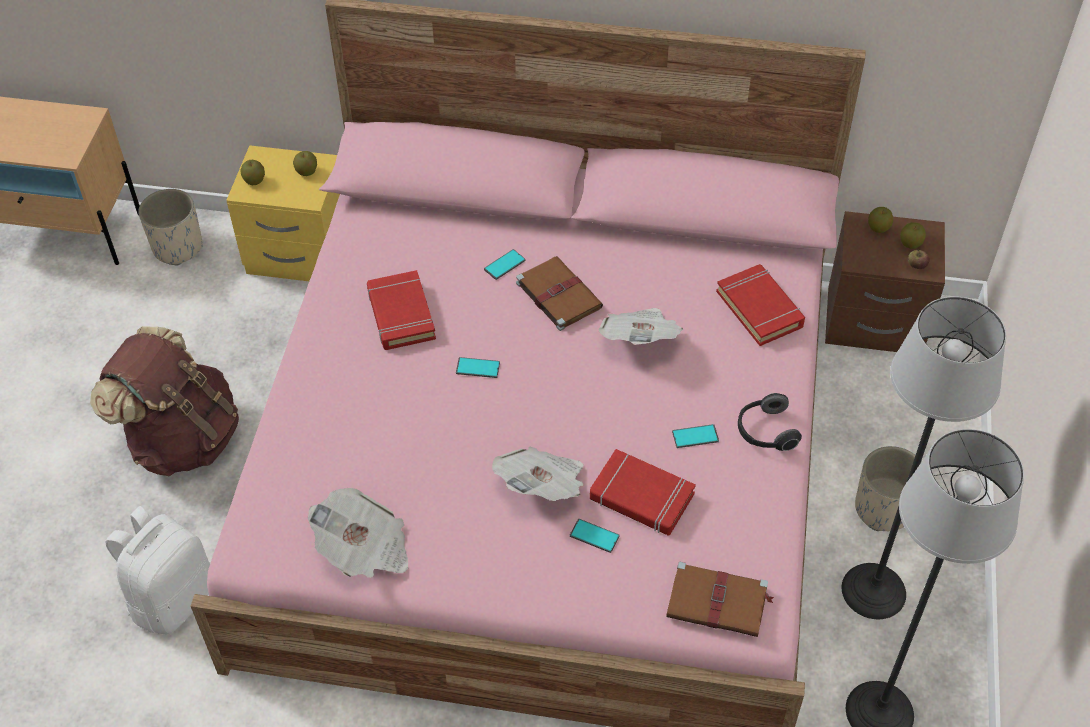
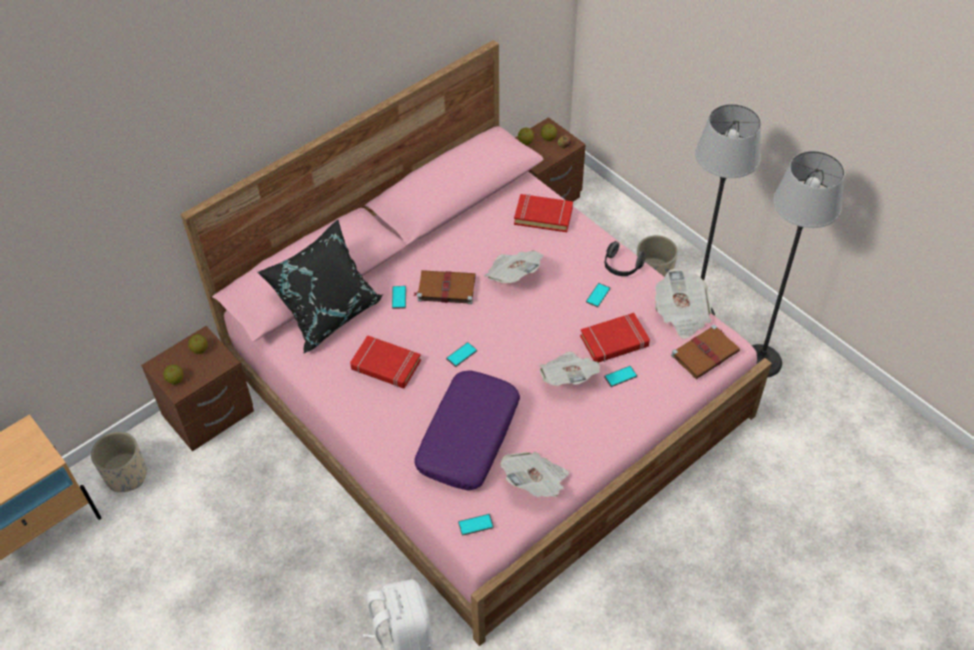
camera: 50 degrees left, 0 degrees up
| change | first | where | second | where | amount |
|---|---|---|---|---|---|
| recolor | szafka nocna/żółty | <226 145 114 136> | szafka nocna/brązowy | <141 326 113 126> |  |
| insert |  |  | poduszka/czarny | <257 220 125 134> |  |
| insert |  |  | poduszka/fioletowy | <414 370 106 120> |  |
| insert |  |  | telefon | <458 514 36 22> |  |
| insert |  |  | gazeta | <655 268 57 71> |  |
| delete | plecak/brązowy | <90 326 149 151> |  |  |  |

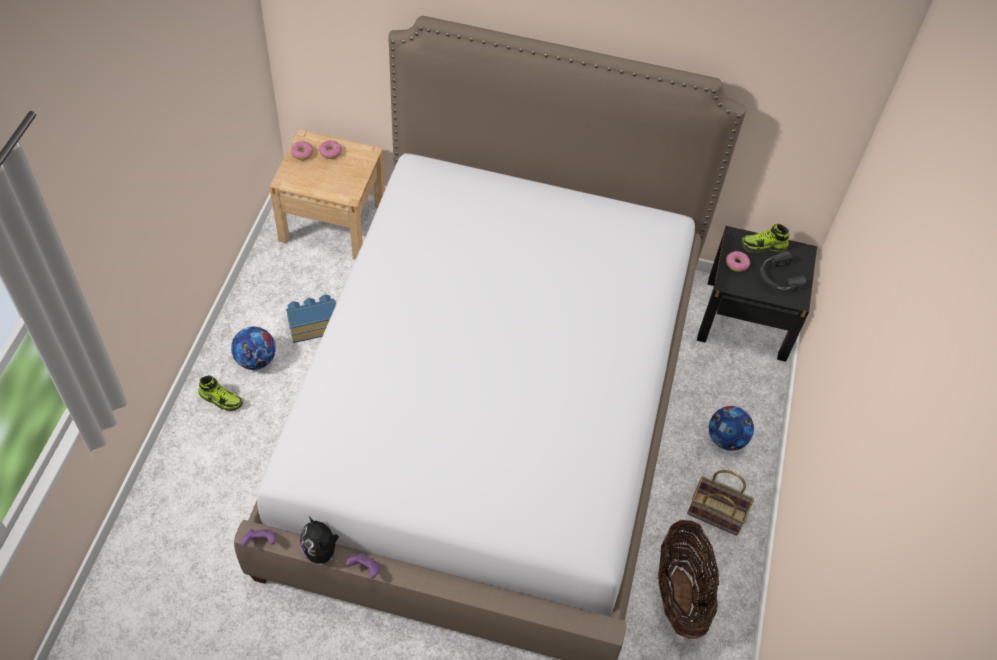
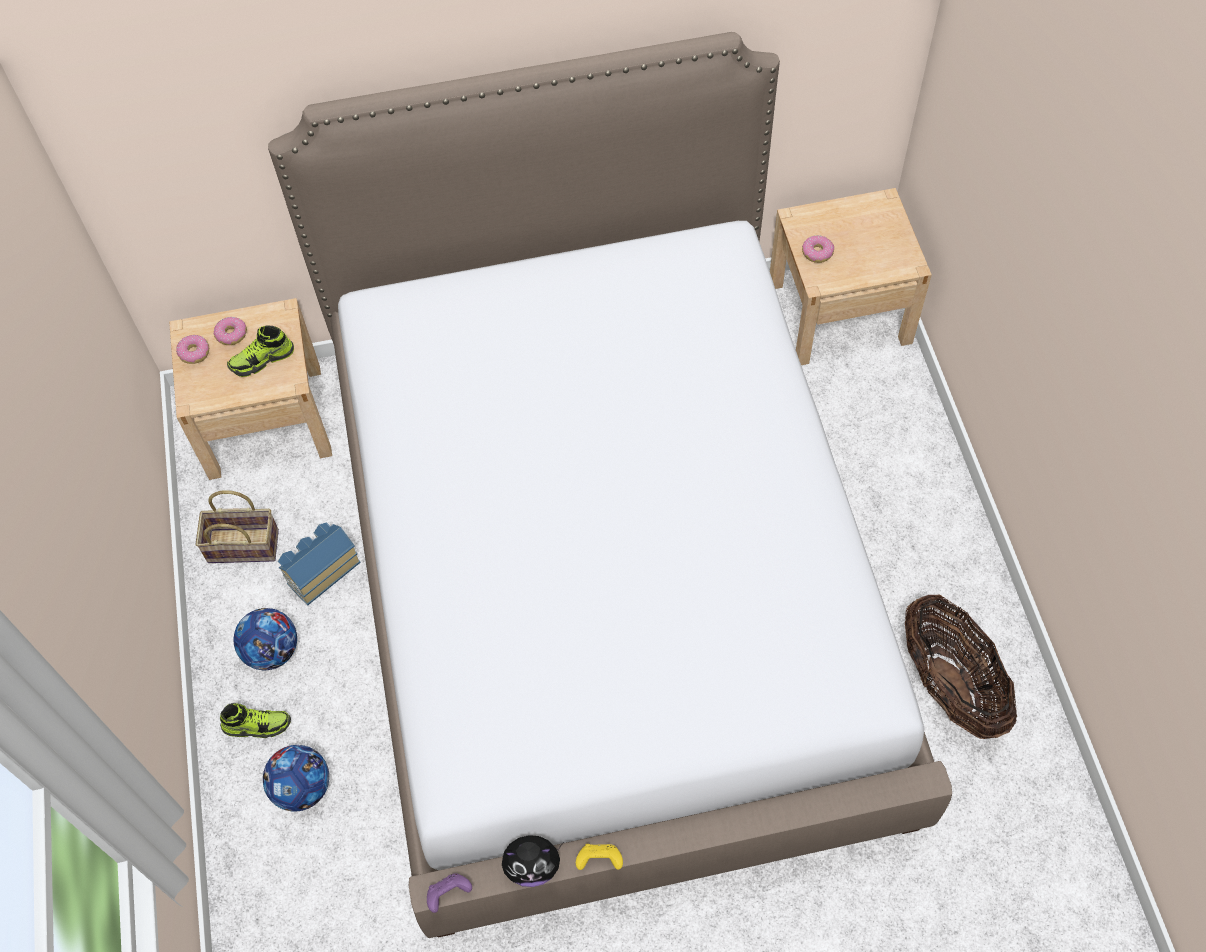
camera: 20 degrees left, 5 degrees up
| change | first | where | second | where | amount |
|---|---|---|---|---|---|
| move | koszyk | <687 470 67 66> |  | <196 490 83 73> |  |
| move | but | <741 224 48 29> |  | <227 325 67 52> |  |
| move | piłka futbolowa | <709 406 45 45> |  | <263 745 66 67> |  |
| rotate | pluszak | <300 517 39 47> |  | <502 835 61 52> | 45 degrees counterclockwise |
| recolor | pad do gier/fioletowy | <346 553 34 25> | pad do gier/żółty | <576 844 47 26> |  |
| recolor | szafka nocna/czarny | <697 226 120 136> | szafka nocna/beżowy | <770 188 162 177> |  |
| delete | słuchawki/czarny | <760 251 46 39> |  |  |  |

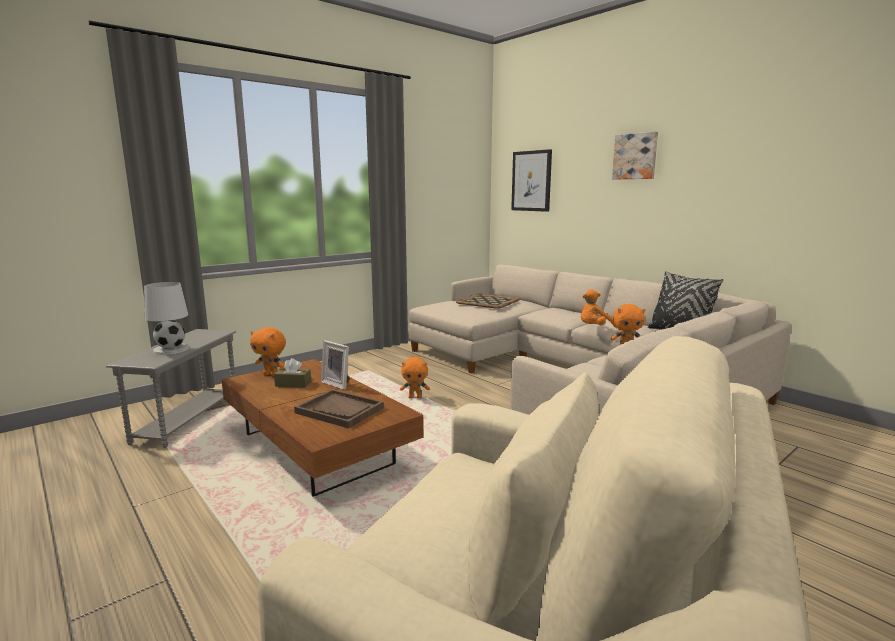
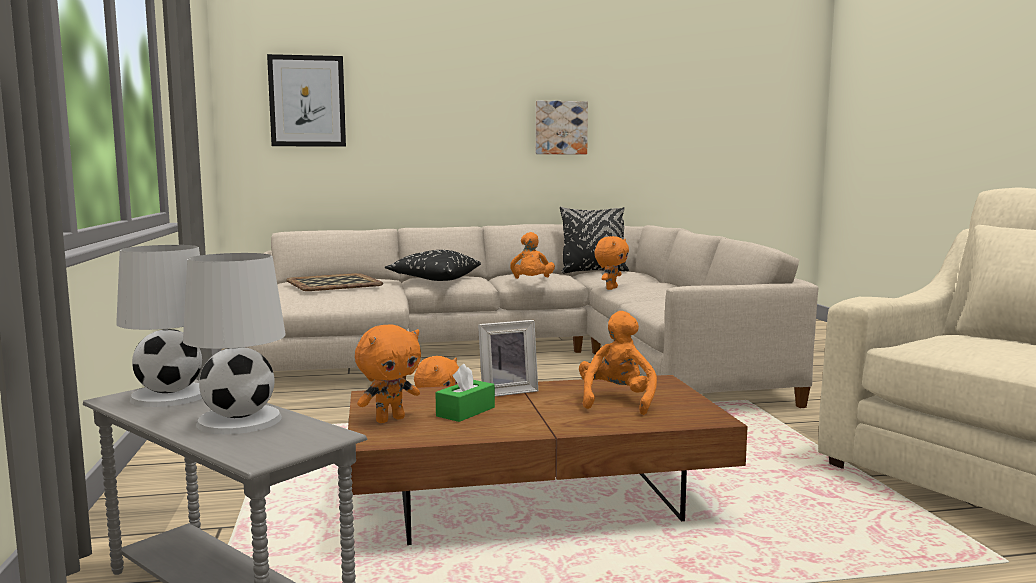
camera: 60 degrees left, 5 degrees down
| change | first | where | second | where | amount |
|---|---|---|---|---|---|
| insert |  |  | lampa stołowa/biały | <116 245 86 162> |  |
| insert |  |  | poduszka/czarny | <385 250 96 31> |  |
| recolor | pudełko chusteczek/brązowy | <274 358 37 30> | pudełko chusteczek/zielony | <436 364 59 58> |  |
| move | obraz | <612 132 46 47> |  | <536 101 52 53> |  |
| replace | taca/brązowy | <294 389 90 40> | pluszak/pomarańczowy | <579 311 78 104> |  |

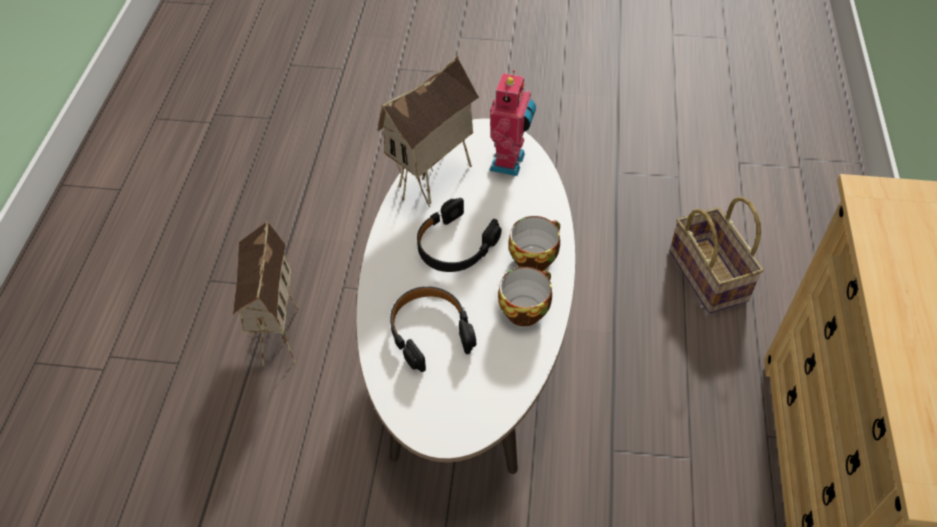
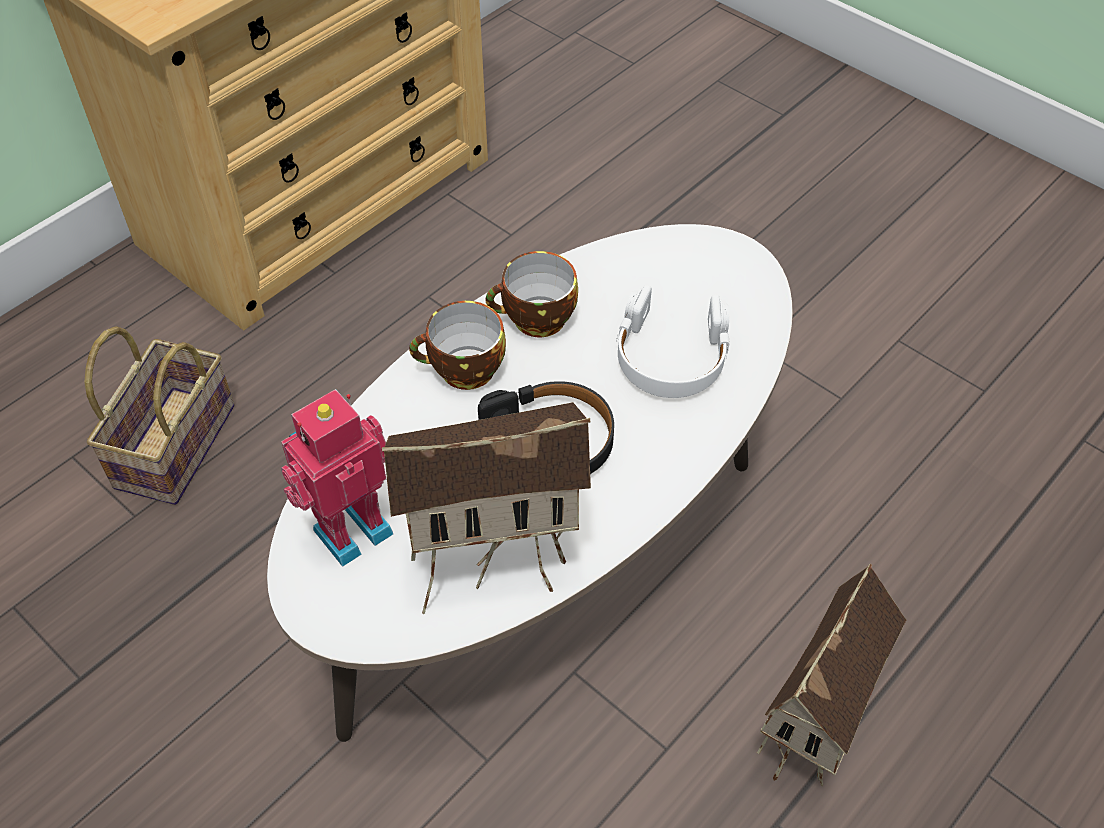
camera: 145 degrees left, 0 degrees up
| change | first | where | second | where | amount |
|---|---|---|---|---|---|
| recolor | słuchawki/czarny | <390 286 86 86> | słuchawki/biały | <617 285 113 113> |  |

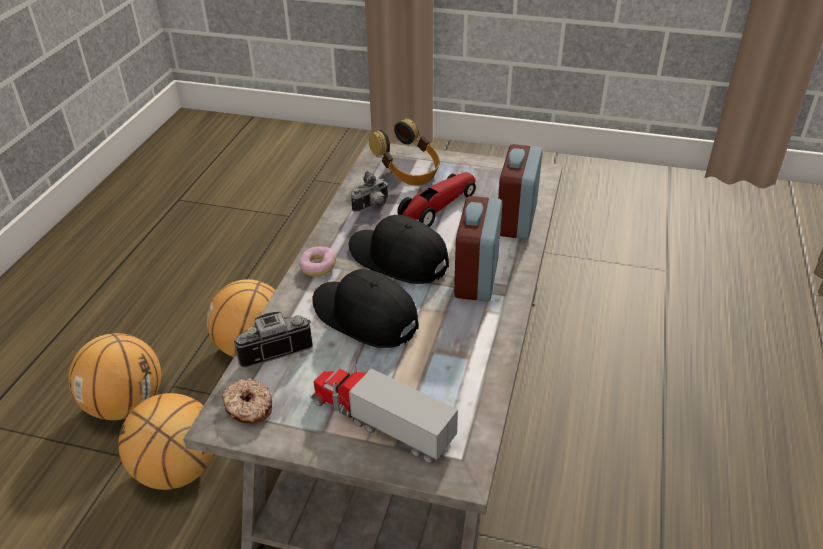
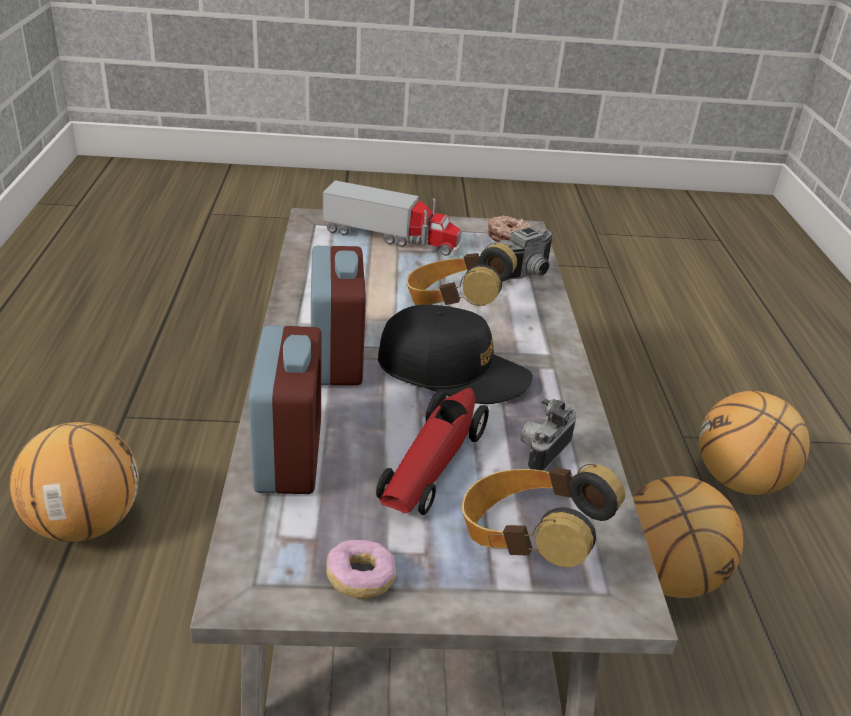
camera: 160 degrees right, 5 degrees down
| change | first | where | second | where | amount |
|---|---|---|---|---|---|
| move | piłka do koszykówki | <118 393 96 97> |  | <10 422 129 120> |  |
| move | donut | <299 246 37 31> |  | <326 540 70 59> |  |
| replace | czapka z daszkiem/czarny | <312 269 107 79> | słuchawki | <407 243 110 63> |  |

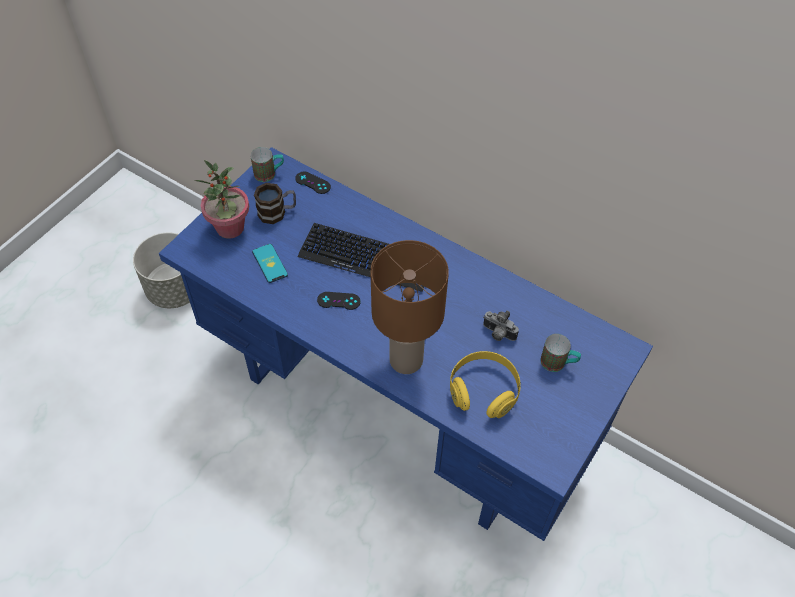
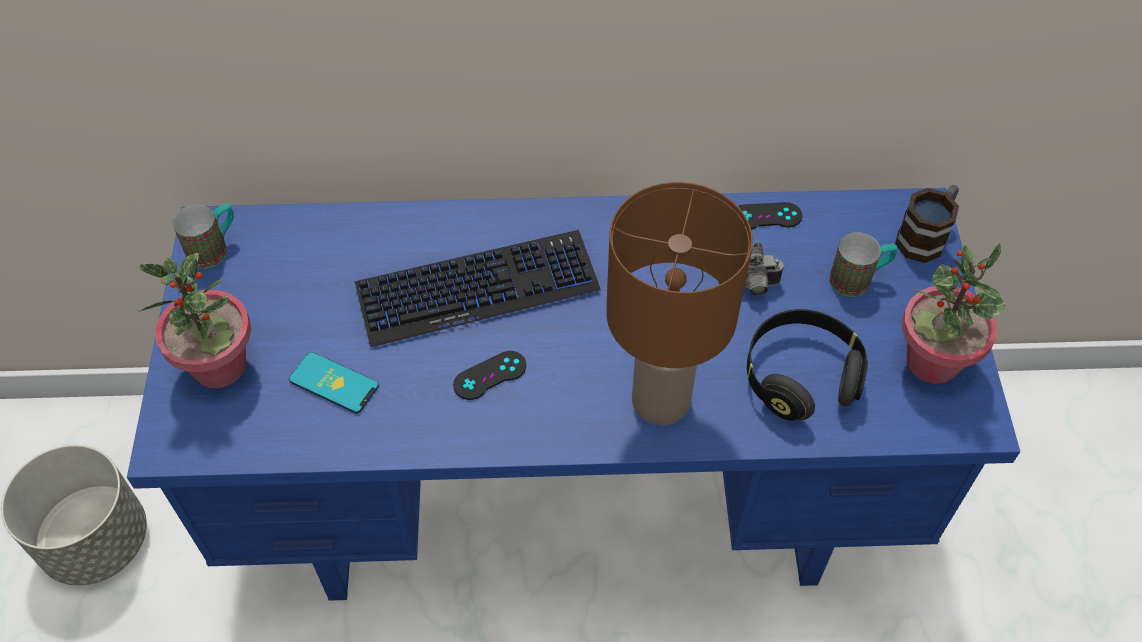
camera: 35 degrees left, 0 degrees up
| change | first | where | second | where | amount |
|---|---|---|---|---|---|
| move | pad do gier/czarny | <295 171 36 23> |  | <738 202 64 27> |  |
| recolor | słuchawki/żółty | <450 351 71 67> | słuchawki/czarny | <747 309 121 112> |  |
| move | kubek | <254 183 42 41> |  | <895 185 64 78> |  |
| insert |  |  | roślina doniczkowa | <902 243 104 141> |  |

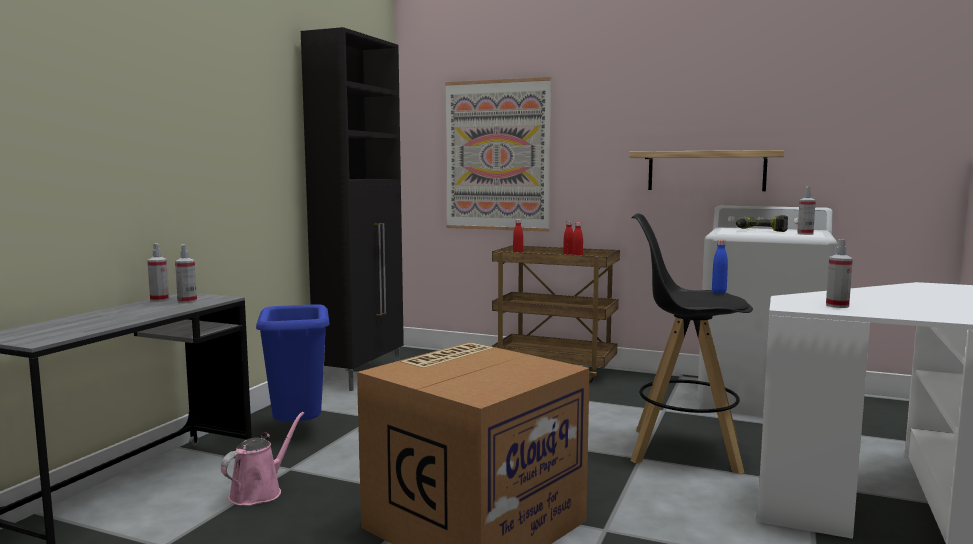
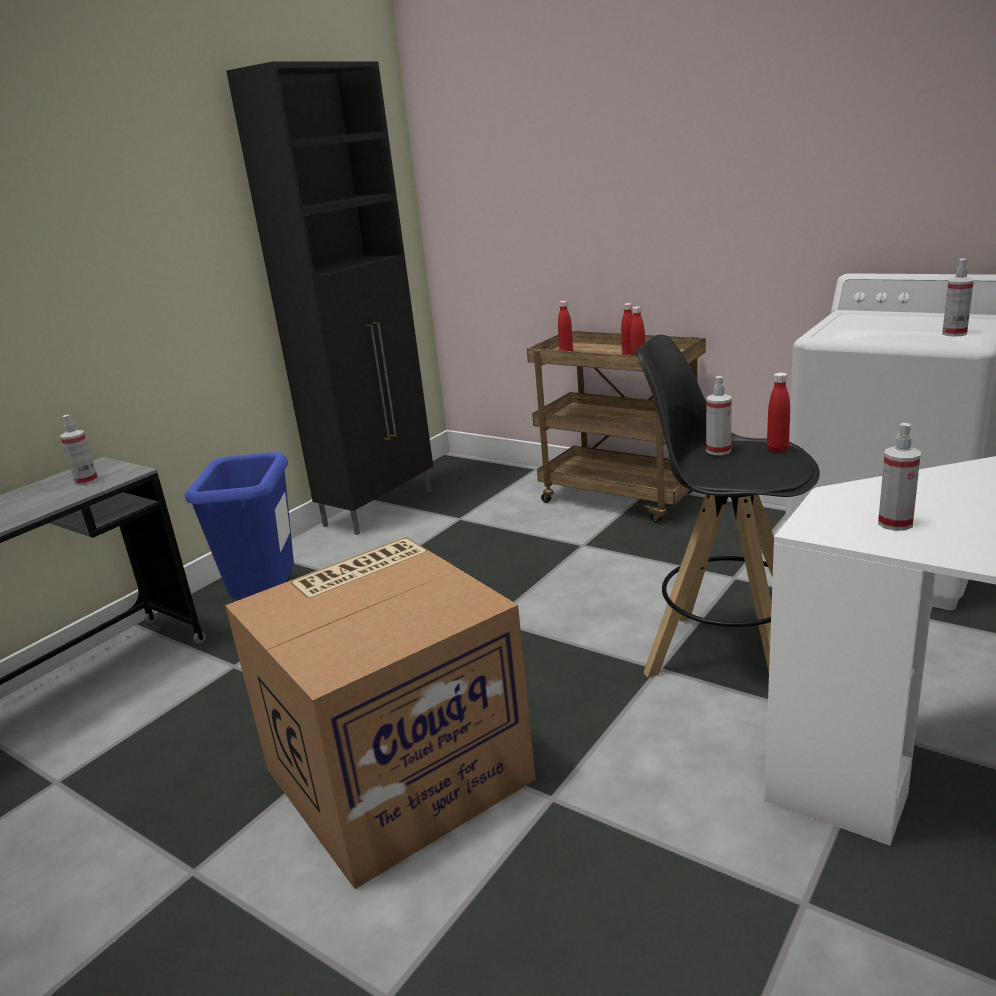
camera: 15 degrees right, 15 degrees up
| change | first | where | second | where | amount |
|---|---|---|---|---|---|
| move | spryskiwacz | <147 244 22 58> |  | <706 376 26 79> |  |
| recolor | butelka/niebieski | <712 240 16 54> | butelka/czerwony | <767 373 23 80> |  |
| delete | konewka/różowy | <221 412 83 94> |  |  |  |
| delete | obraz | <445 77 106 155> |  |  |  |
| delete | półka | <629 150 155 41> |  |  |  |
| delete | wiertarka | <736 215 52 17> |  |  |  |

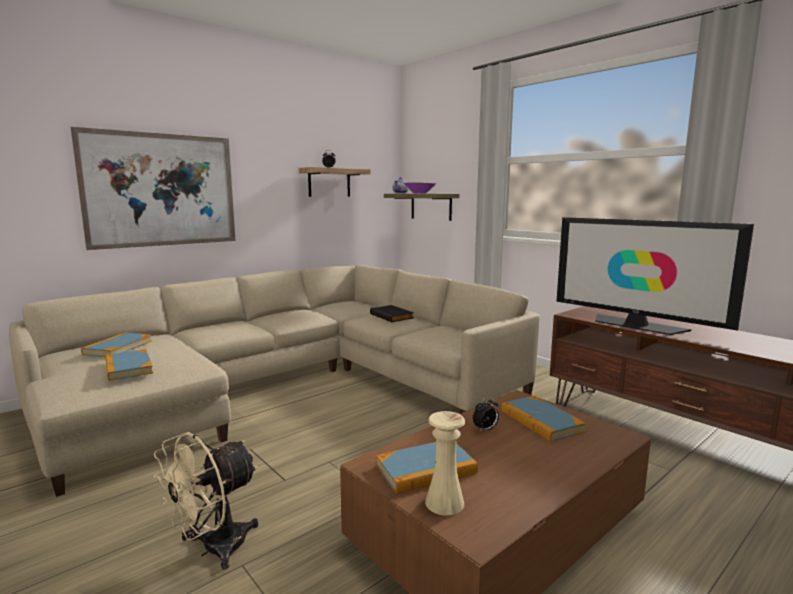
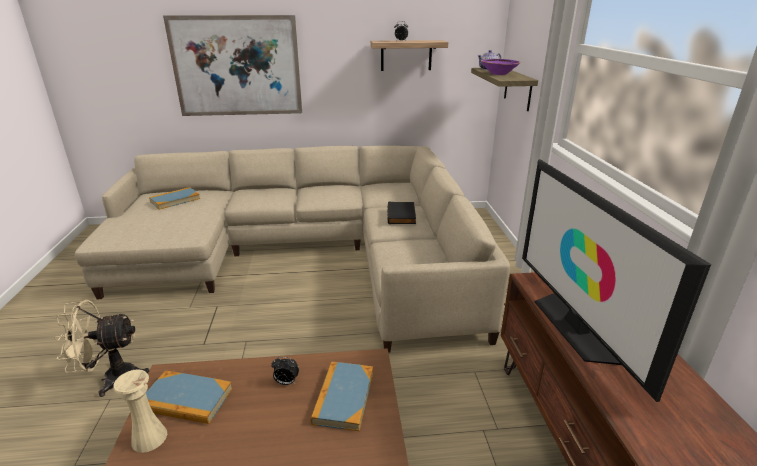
camera: 35 degrees right, 15 degrees up
| change | first | where | second | where | amount |
|---|---|---|---|---|---|
| delete | książka | <105 349 48 32> |  |  |  |

